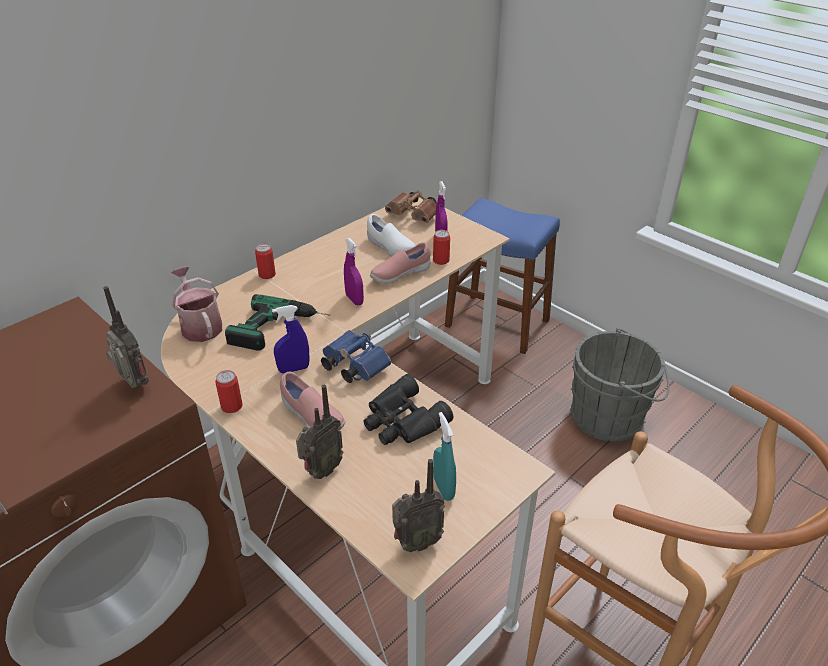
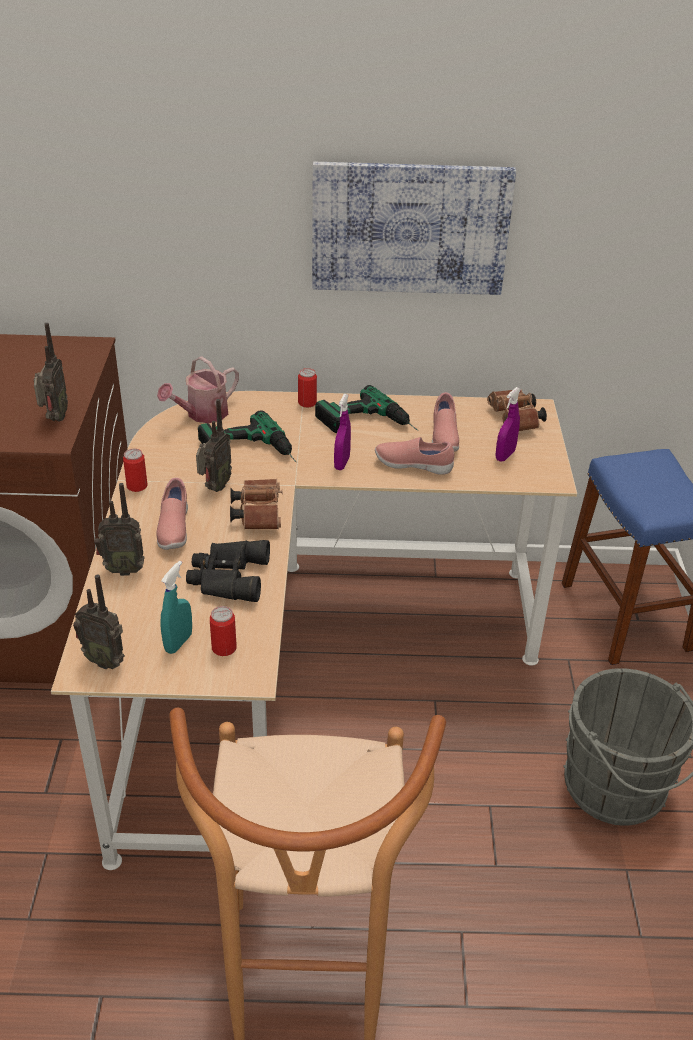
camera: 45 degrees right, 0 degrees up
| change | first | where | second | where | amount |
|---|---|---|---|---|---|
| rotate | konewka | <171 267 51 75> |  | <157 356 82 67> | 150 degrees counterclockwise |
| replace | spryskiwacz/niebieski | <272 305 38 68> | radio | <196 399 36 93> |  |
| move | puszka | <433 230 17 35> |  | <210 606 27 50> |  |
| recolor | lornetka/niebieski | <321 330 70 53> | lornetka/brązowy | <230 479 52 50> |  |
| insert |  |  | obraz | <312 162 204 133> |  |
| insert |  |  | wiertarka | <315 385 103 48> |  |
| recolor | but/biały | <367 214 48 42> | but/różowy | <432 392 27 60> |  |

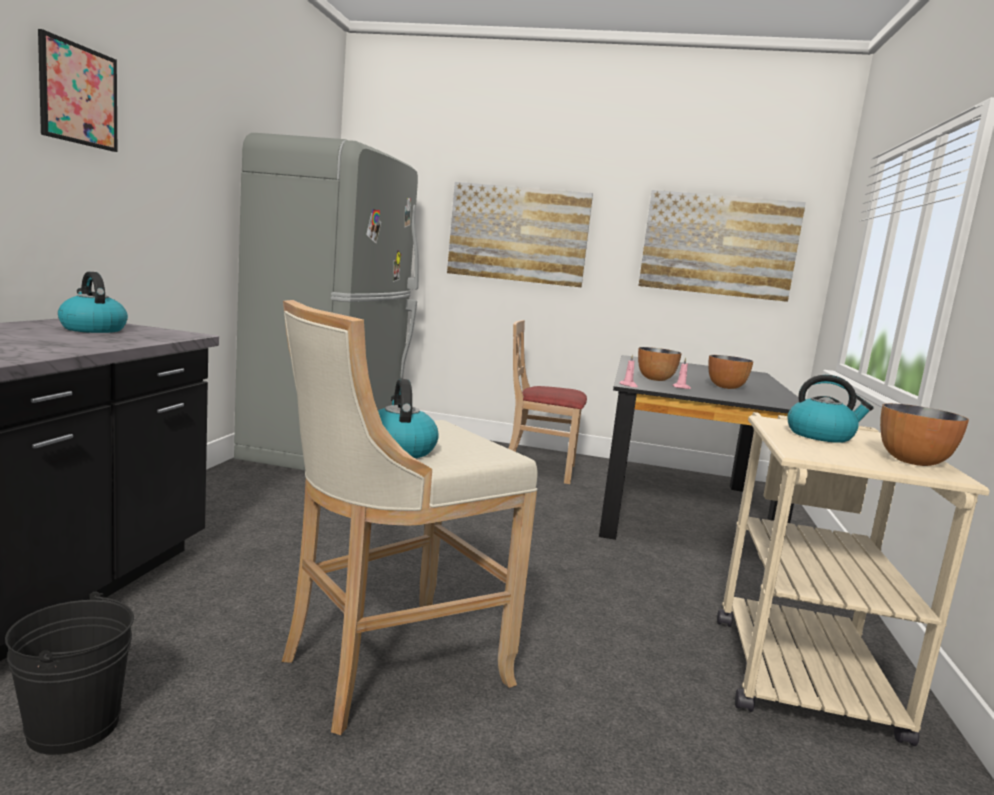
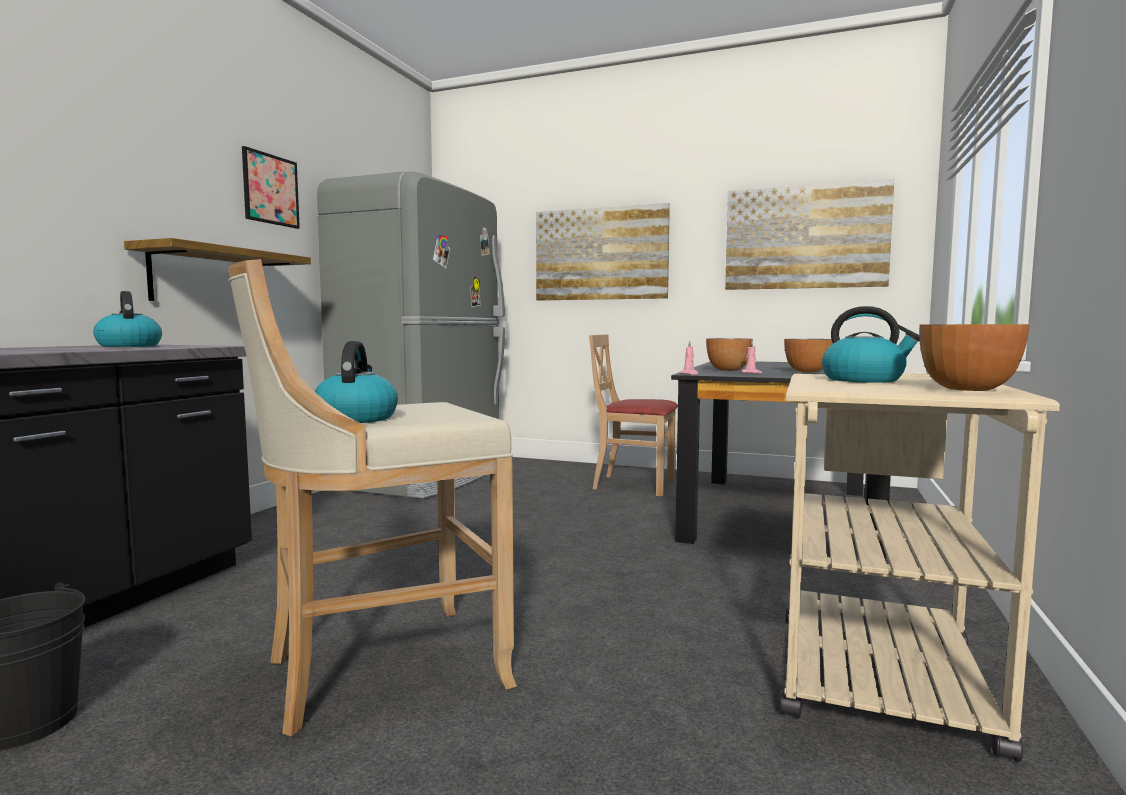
camera: 10 degrees right, 5 degrees down
| change | first | where | second | where | amount |
|---|---|---|---|---|---|
| insert |  |  | półka | <124 238 187 63> |  |
| move | obraz | <38 29 79 123> |  | <242 146 58 83> |  |

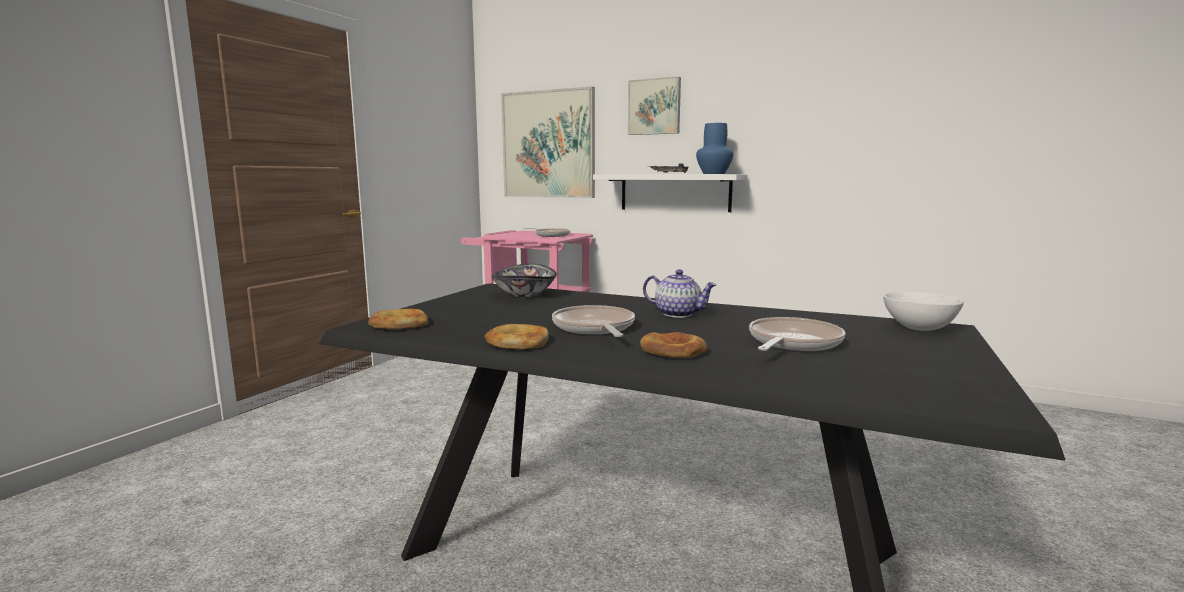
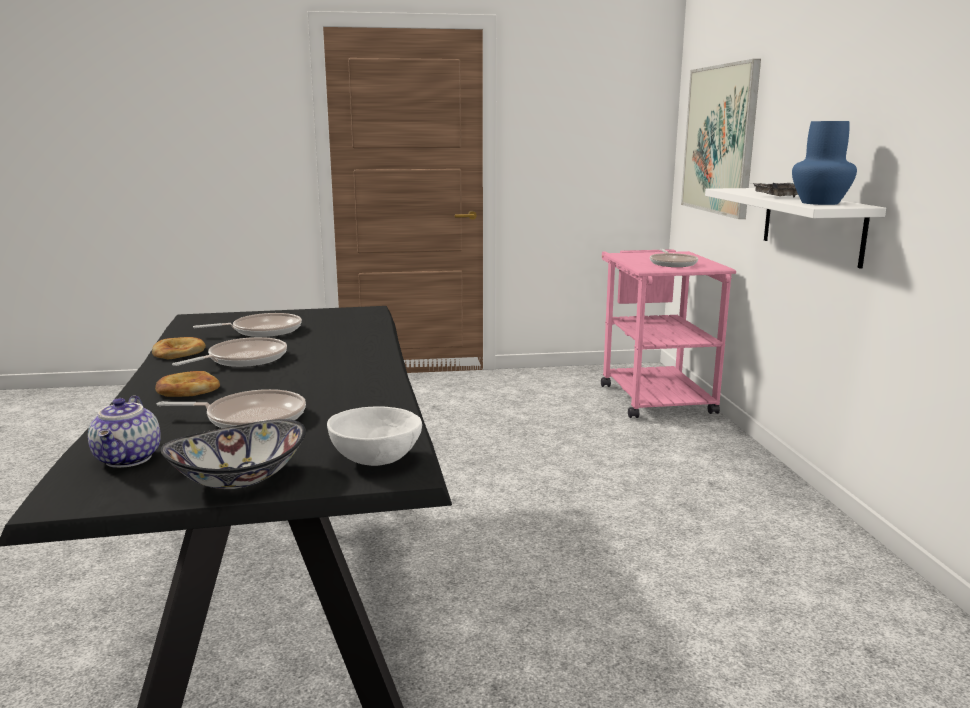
camera: 55 degrees right, 5 degrees up
| change | first | where | second | where | amount |
|---|---|---|---|---|---|
| move | imbryk | <643 269 74 49> |  | <88 396 73 72> |  |
| move | miska | <491 264 66 33> |  | <161 419 145 70> |  |
| insert |  |  | patelnia | <193 313 109 24> |  |
| delete | chleb | <368 309 60 20> |  |  |  |
| delete | obraz | <628 77 53 58> |  |  |  |

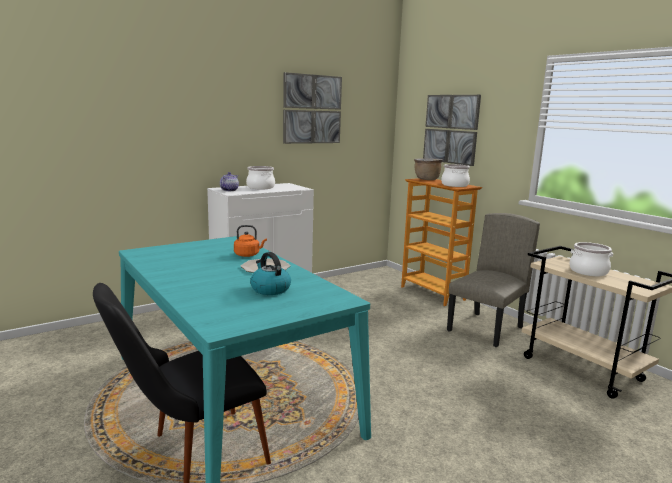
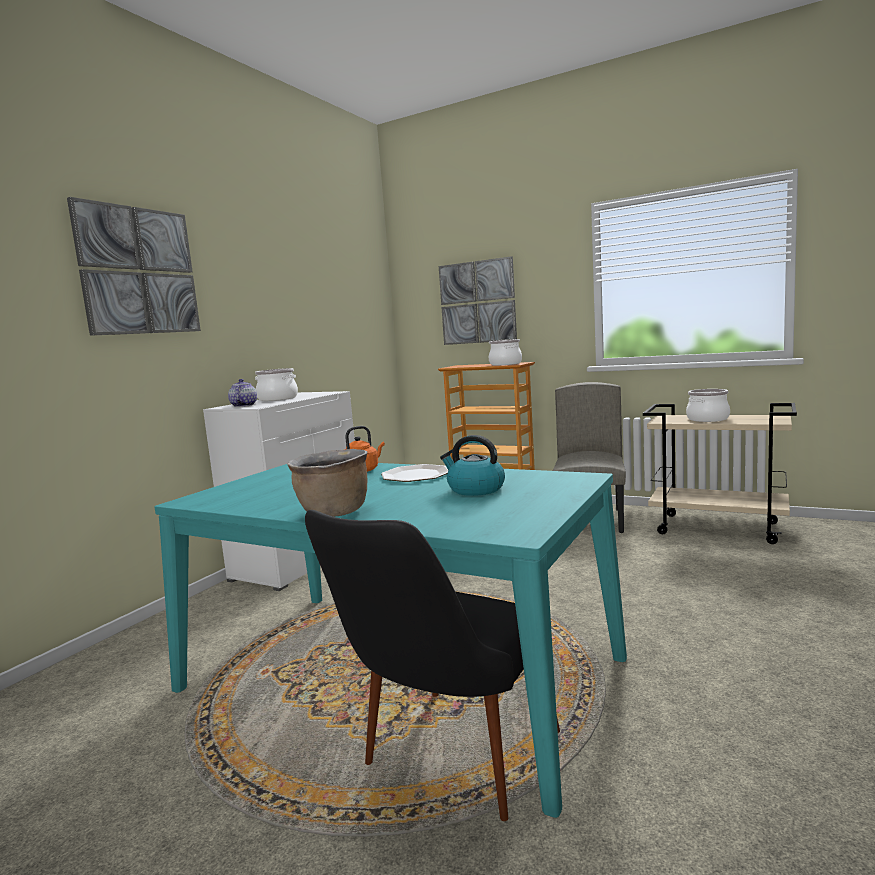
camera: 25 degrees left, 5 degrees down
| change | first | where | second | where | amount |
|---|---|---|---|---|---|
| move | obraz | <283 72 59 72> |  | <67 197 134 139> |  |
| move | garnek/brązowy | <414 158 29 22> |  | <287 449 80 68> |  |

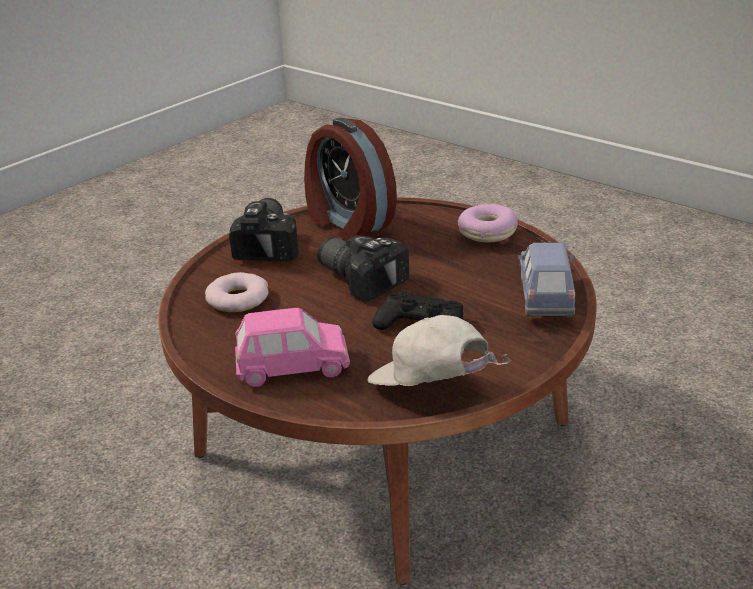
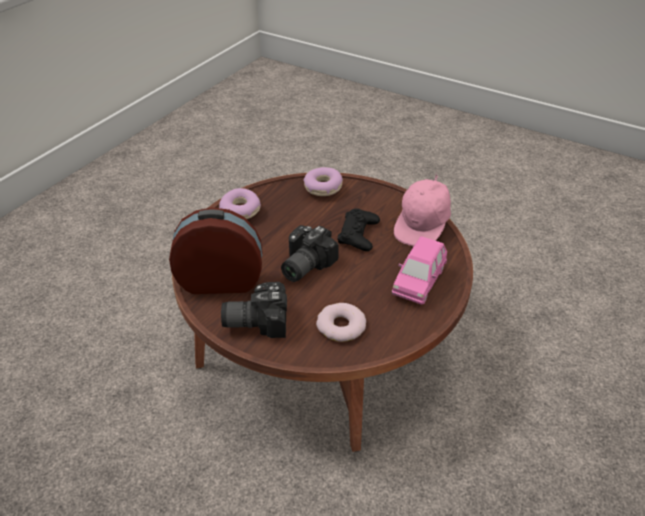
camera: 100 degrees left, 10 degrees up
| change | first | where | second | where | amount |
|---|---|---|---|---|---|
| rotate | budzik | <304 118 93 122> |  | <169 207 93 87> | 135 degrees counterclockwise |
| replace | samochodzik/niebieski | <518 243 57 74> | donut | <303 167 40 29> |  |
| rotate | samochodzik/różowy | <235 308 115 79> |  | <392 236 55 69> | 135 degrees counterclockwise |
| recolor | czapka z daszkiem/biały | <367 315 144 71> | czapka z daszkiem/różowy | <394 172 57 74> |  |

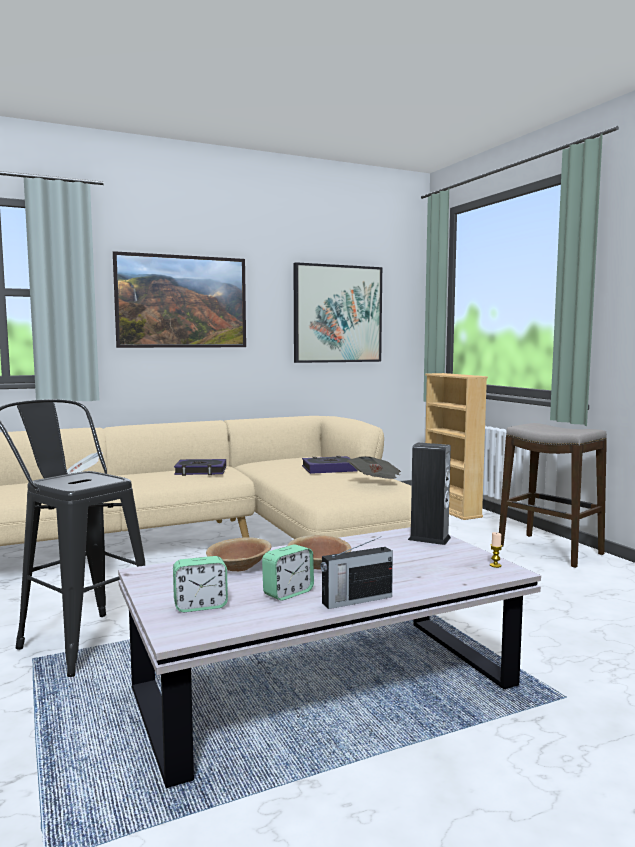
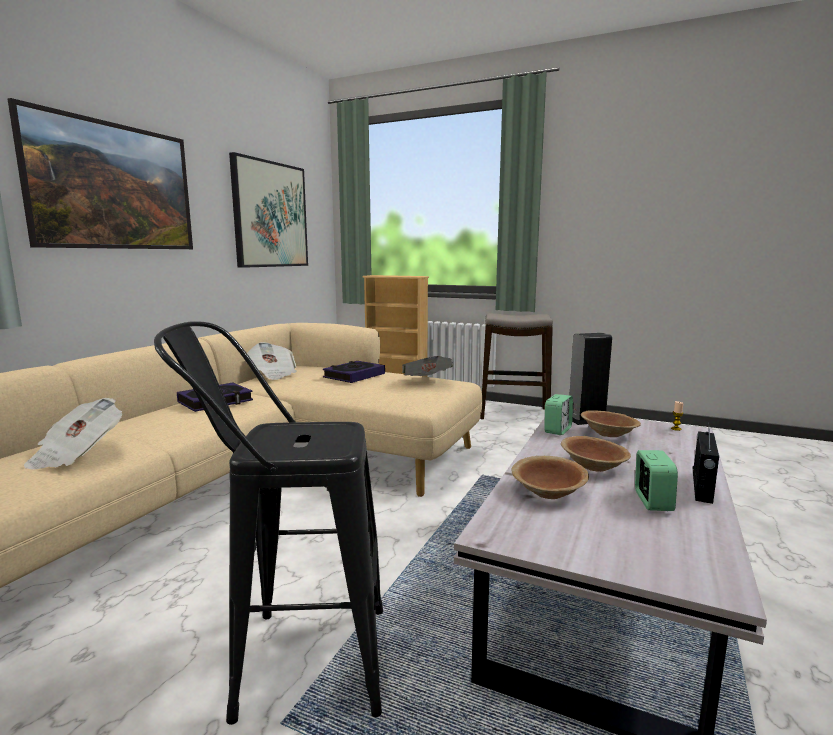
camera: 40 degrees left, 5 degrees up
| change | first | where | second | where | amount |
|---|---|---|---|---|---|
| insert |  |  | gazeta | <246 342 51 38> |  |
| move | budzik | <173 556 55 56> |  | <544 394 29 41> |  |
| insert |  |  | miska/brązowy | <581 410 60 27> |  |

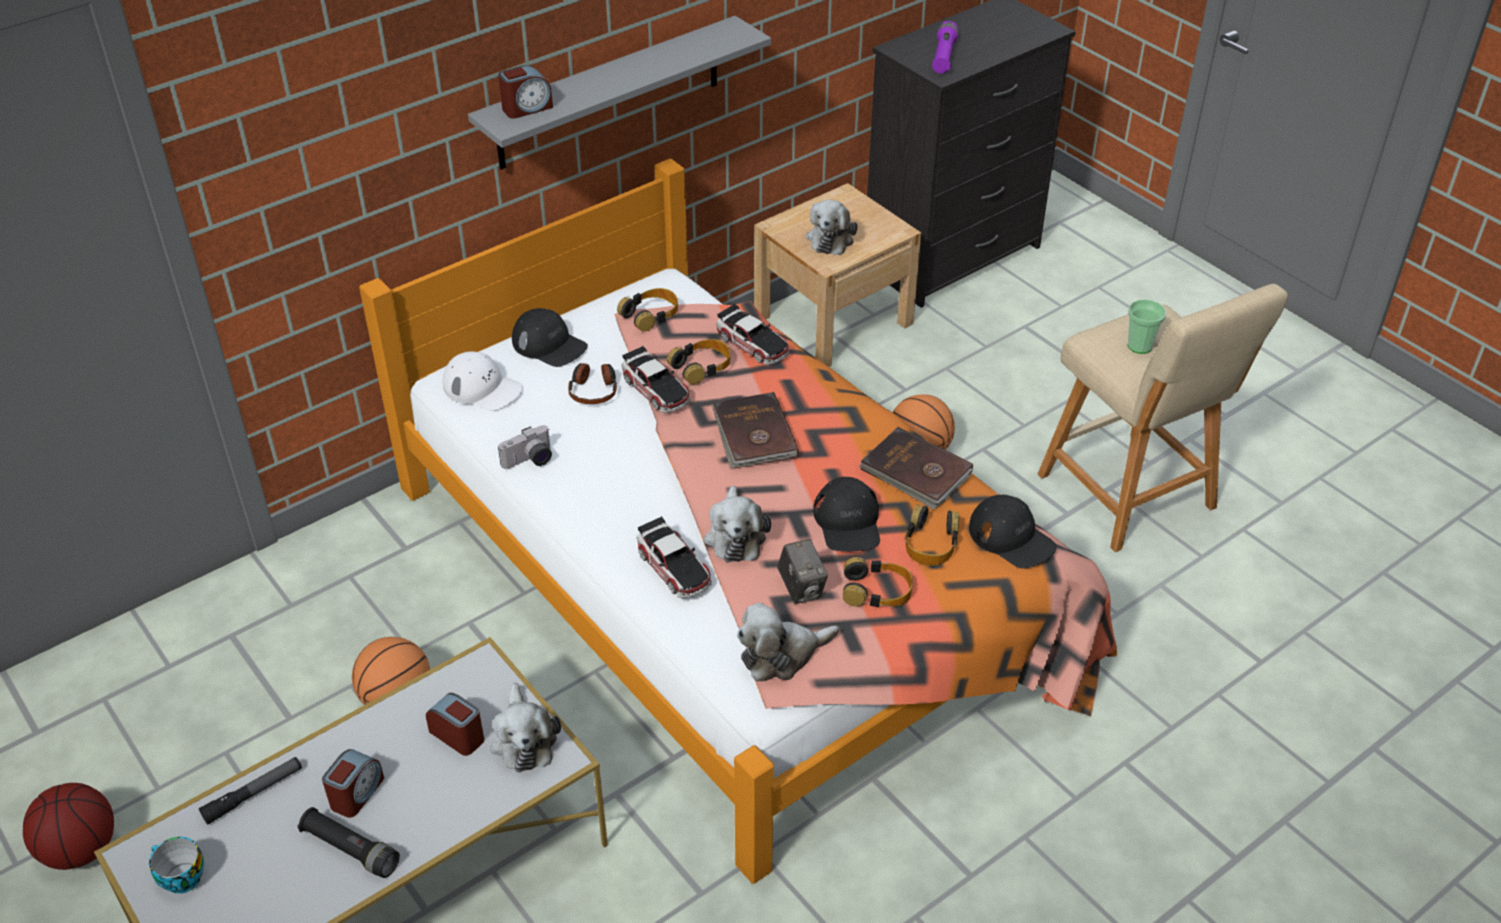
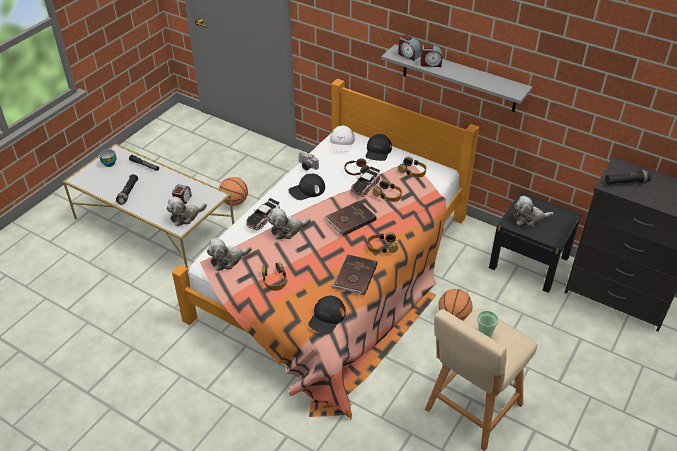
camera: 70 degrees right, 0 degrees up
| change | first | where | second | where | amount |
|---|---|---|---|---|---|
| rotate | pluszak | <737 603 102 78> |  | <207 238 45 33> | 75 degrees counterclockwise |
| move | czapka z daszkiem/czarny | <814 477 66 75> |  | <288 174 37 26> |  |
| move | słuchawki | <905 505 54 61> |  | <367 232 31 21> |  |
| move | budzik | <322 749 62 69> |  | <420 45 22 22> |  |
| recolor | szafka nocna/beżowy | <754 183 167 184> | szafka nocna/czarny | <489 192 92 101> |  |
| recolor | latarka/fioletowy | <932 21 26 53> | latarka/czarny | <605 170 46 15> |  |
| delete | piłka do koszykówki | <23 783 91 87> |  |  |  |
| delete | samochodzik | <716 303 73 62> |  |  |  |
| delete | aparat fotograficzny | <777 539 51 65> |  |  |  |

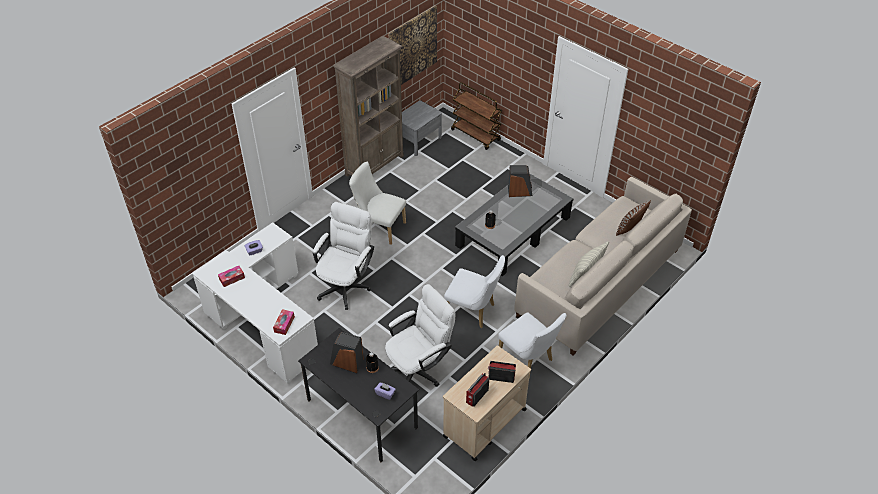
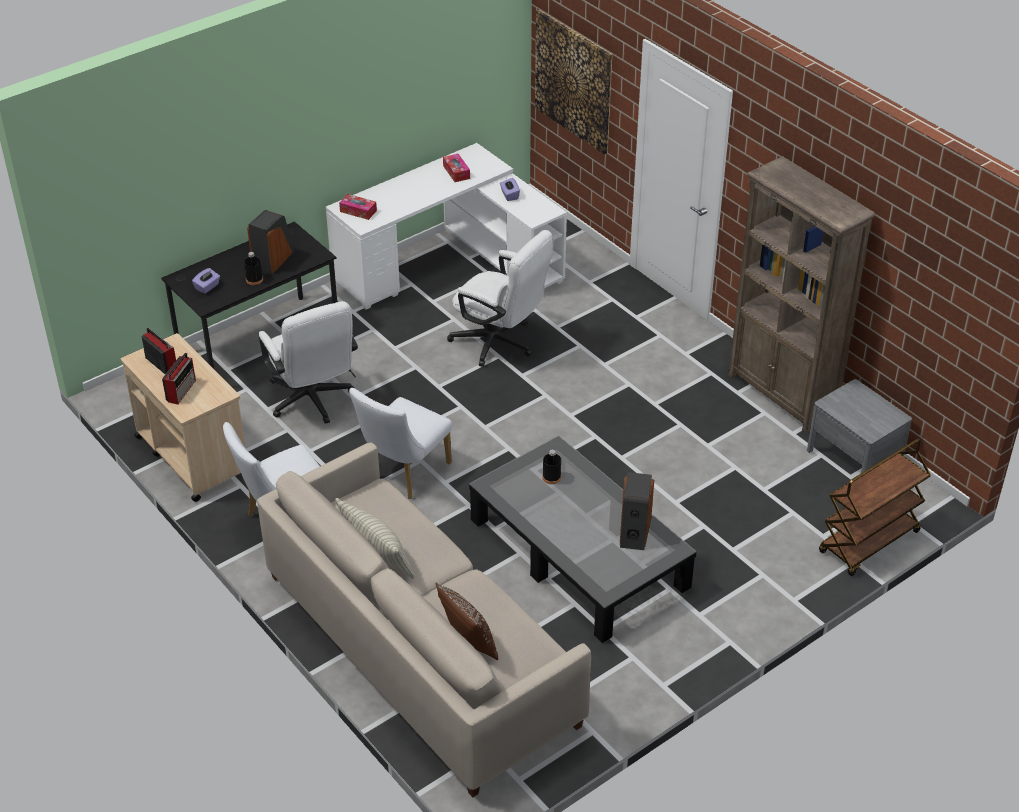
camera: 100 degrees right, 5 degrees down
| change | first | where | second | where | amount |
|---|---|---|---|---|---|
| move | obraz | <388 6 49 79> |  | <535 10 78 145> |  |
| delete | krzesło/biały | <349 161 57 84> |  |  |  |

